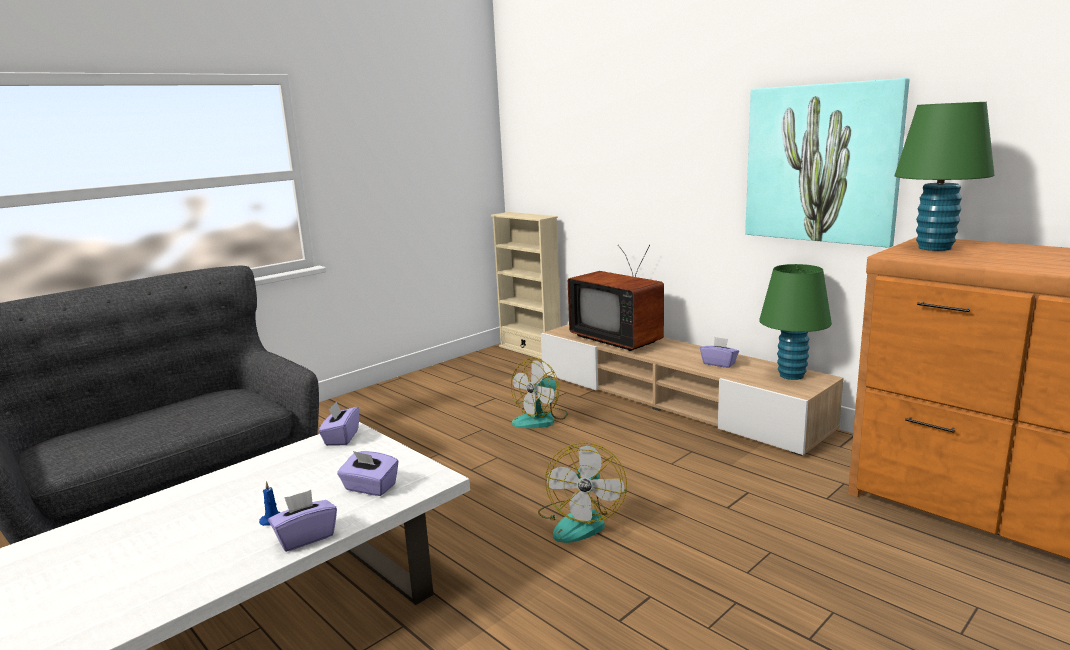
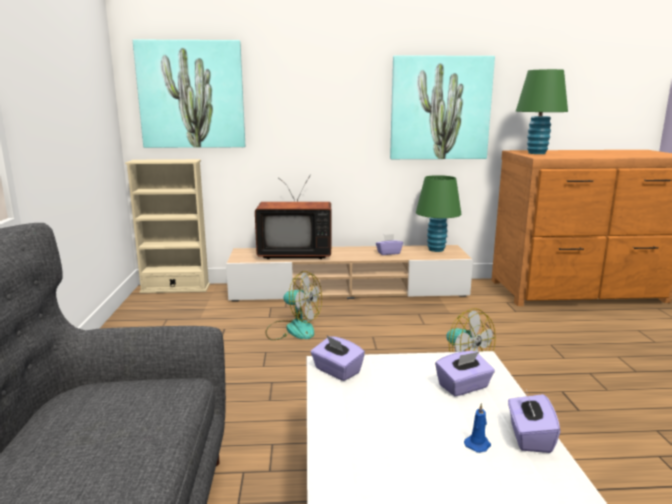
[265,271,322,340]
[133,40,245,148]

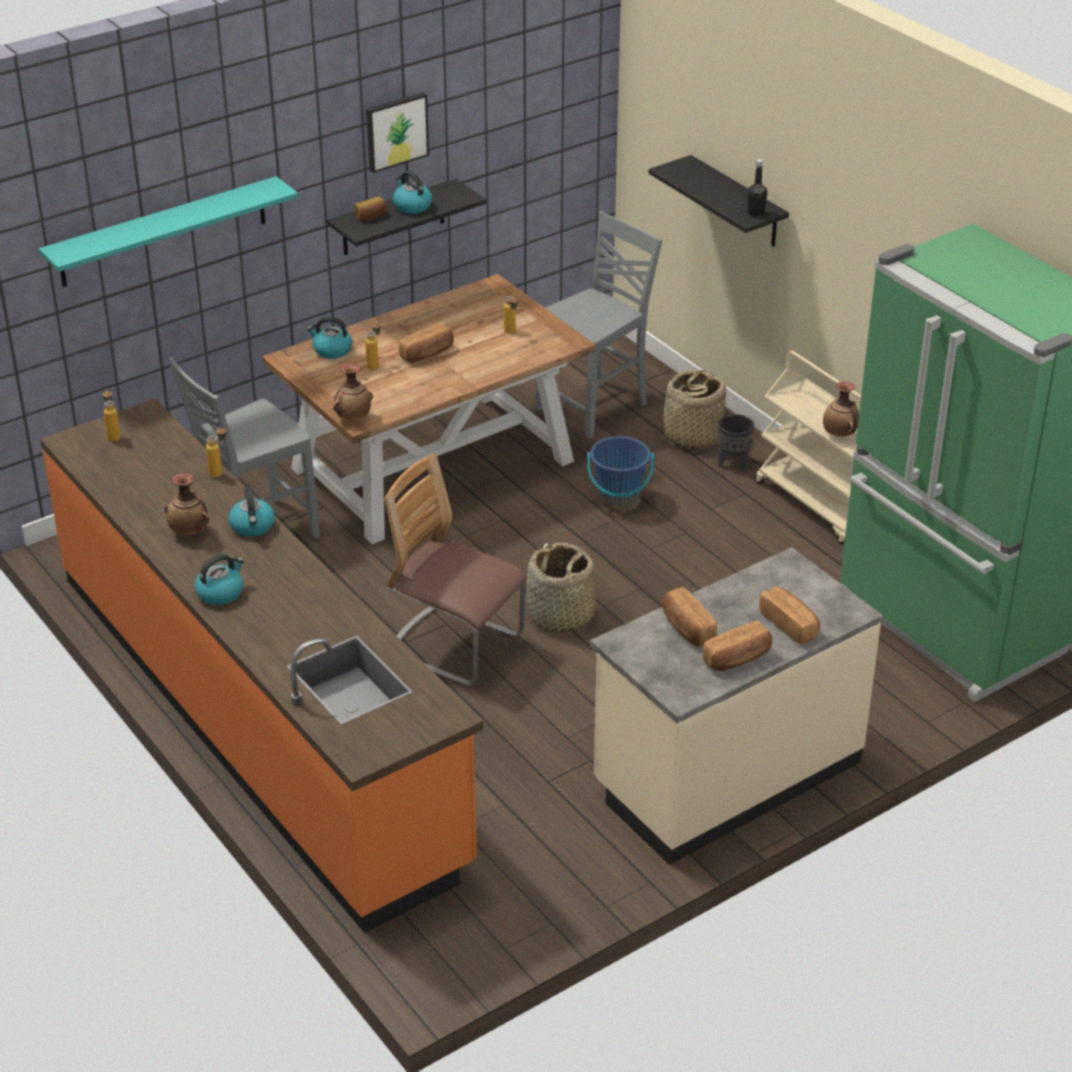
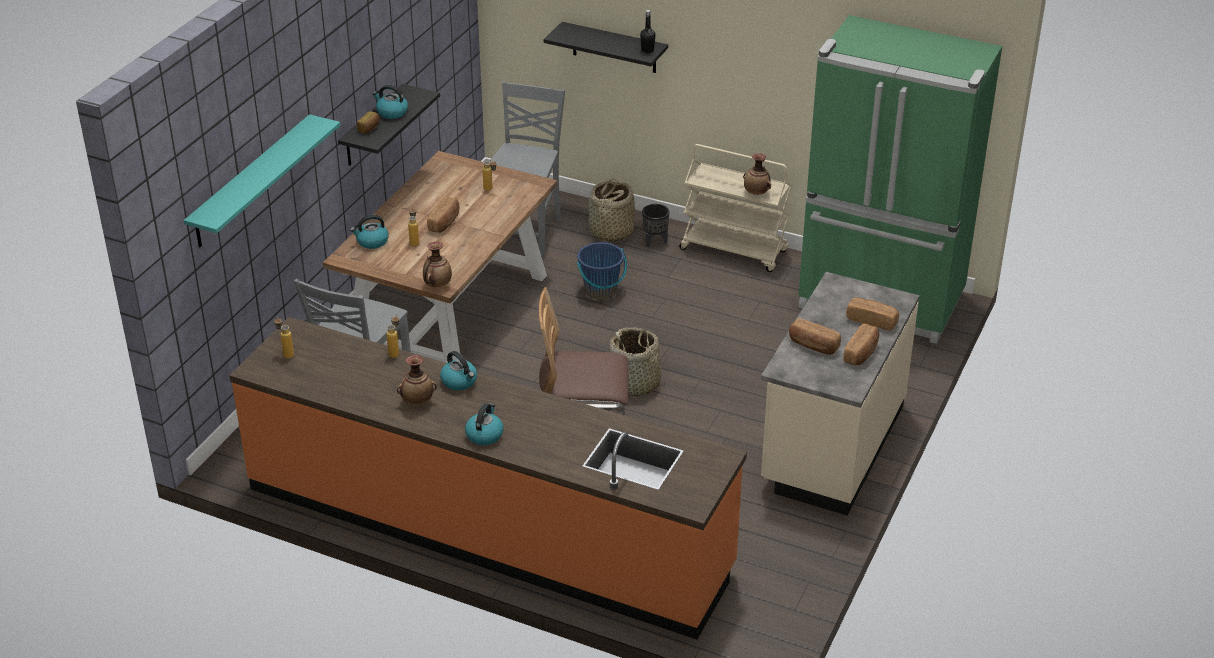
[366,92,429,173] (first image)

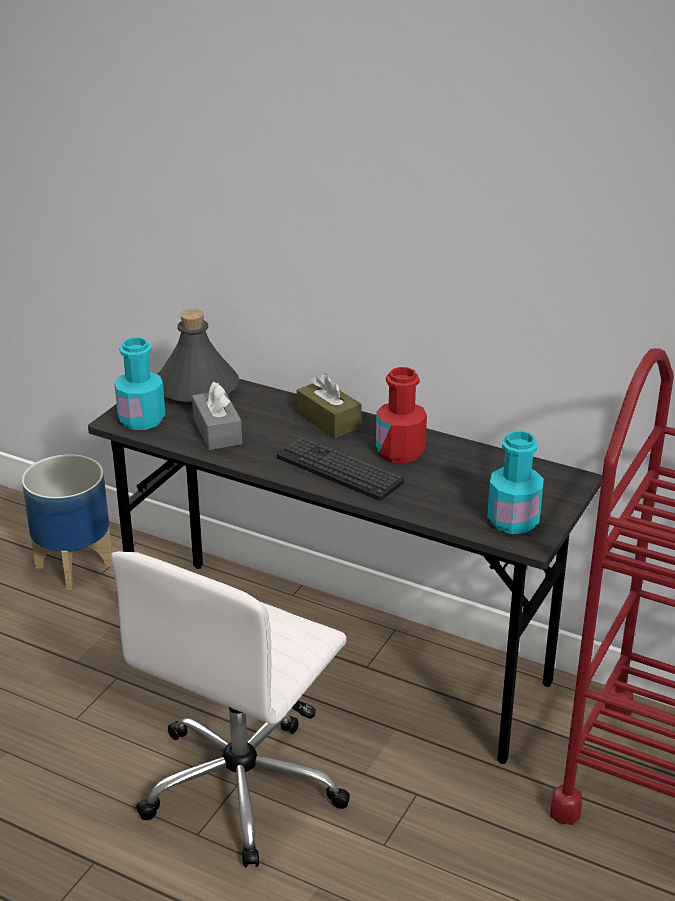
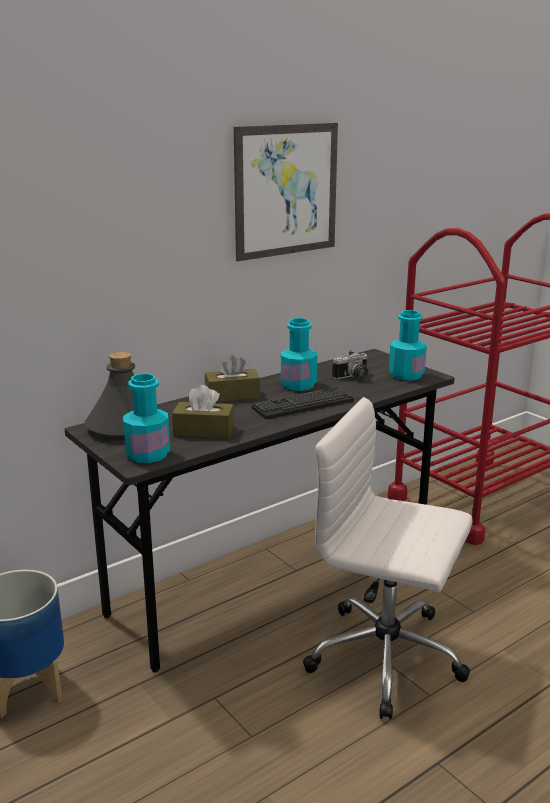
[303,397,473,719]
[172,385,234,438]
[281,318,317,391]
[234,123,338,261]
[332,350,368,379]

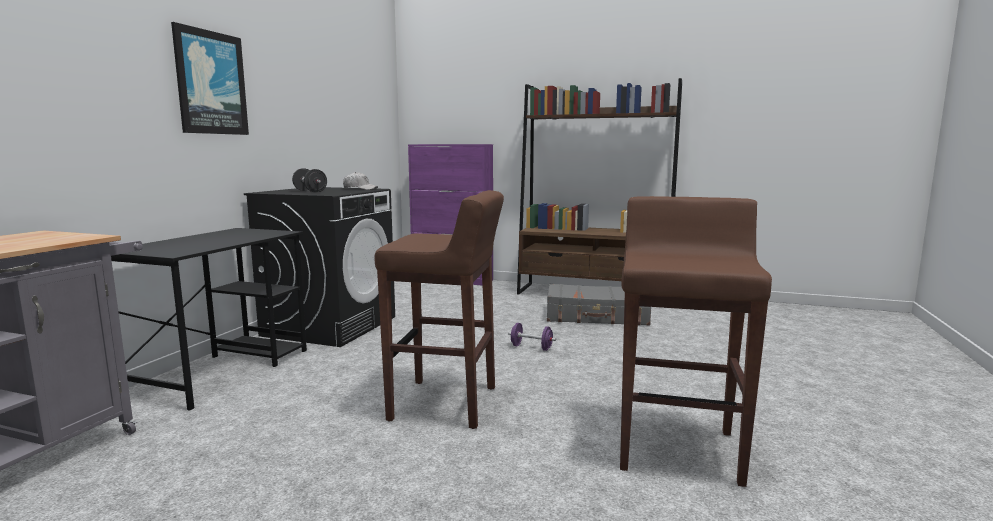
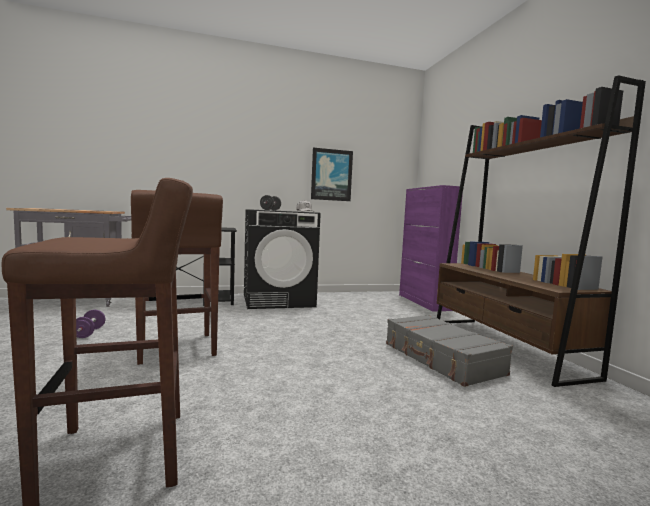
[311,148,353,201]
[76,310,105,338]

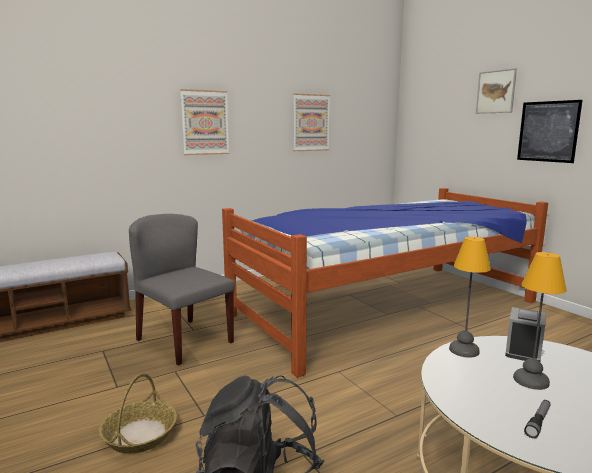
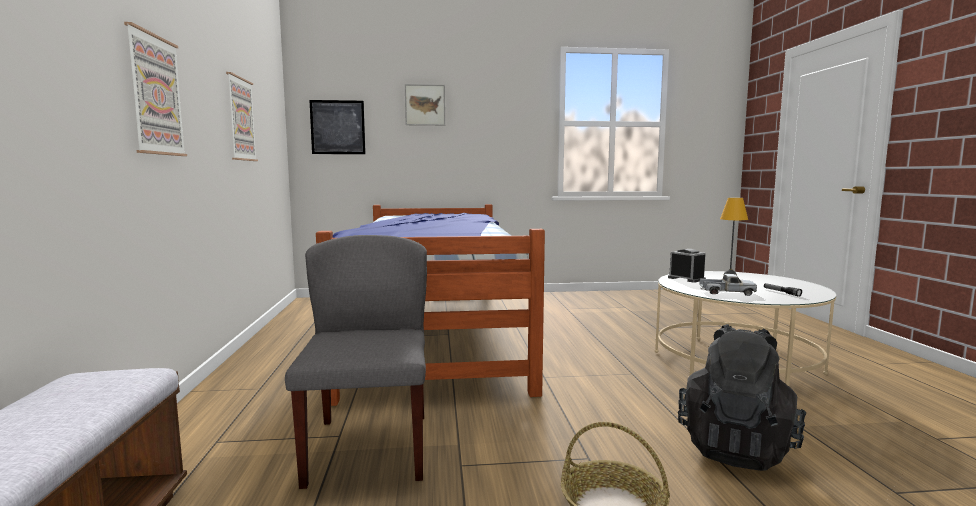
[285,235,427,489]
[449,237,491,358] (first image)
[309,100,365,154]
[699,274,757,296]

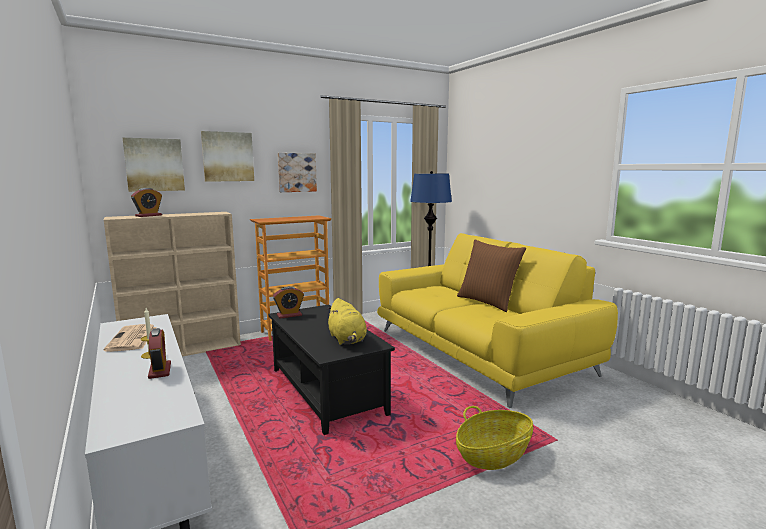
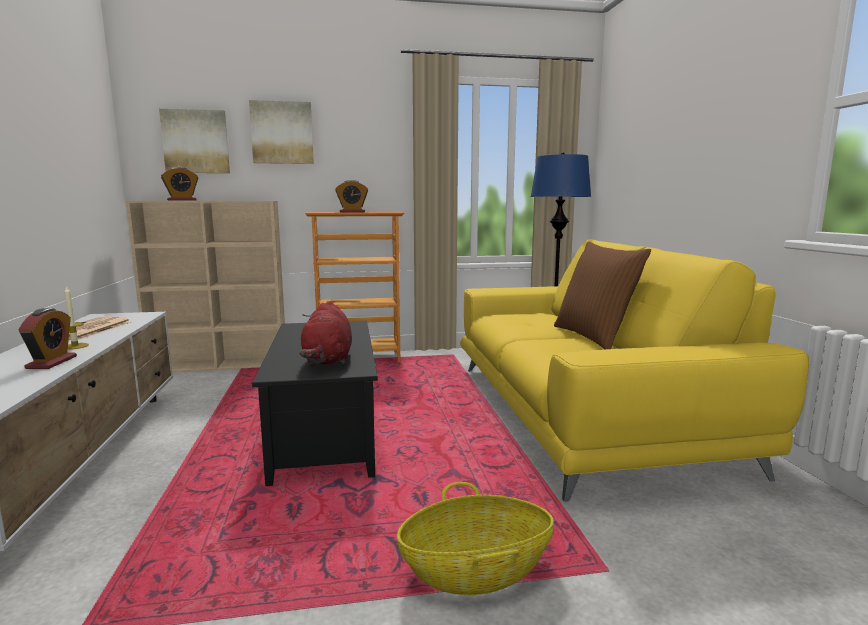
[335,180,368,212]
[278,153,317,192] (first image)
[299,301,352,364]

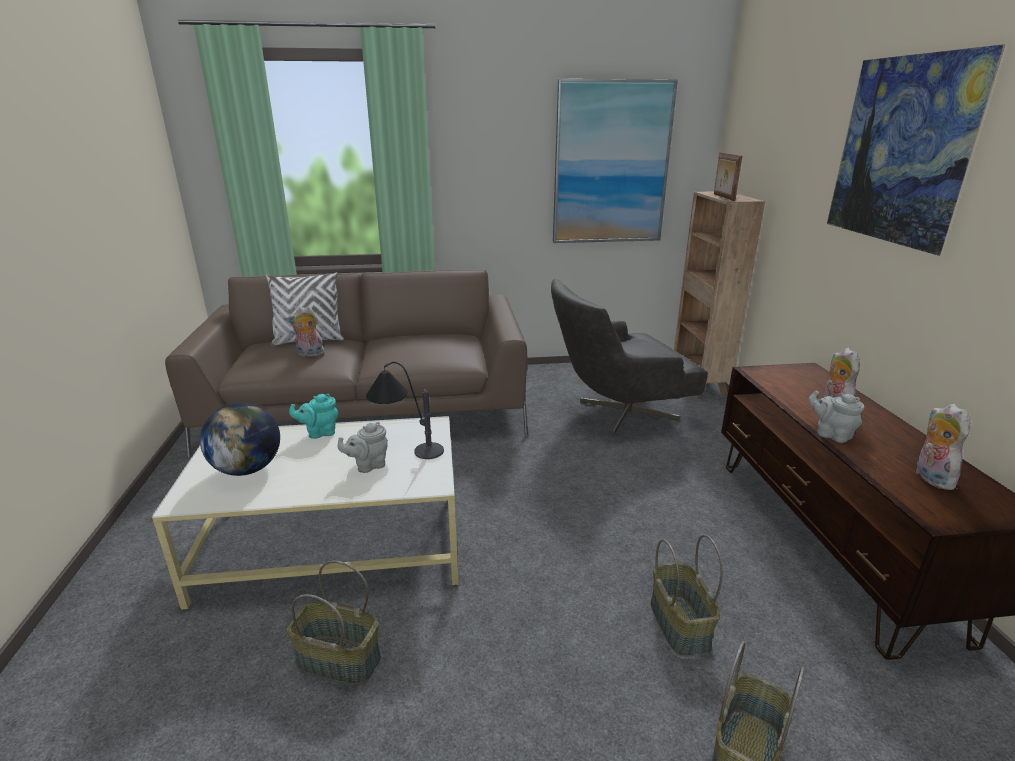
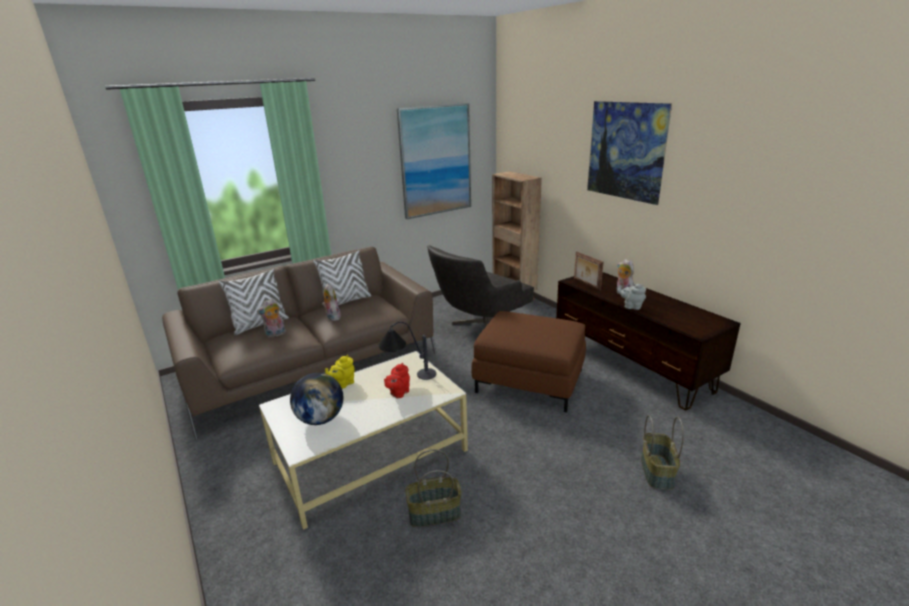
[325,355,355,389]
[384,363,410,398]
[651,535,723,657] (first image)
[574,251,603,291]
[322,284,341,321]
[313,250,371,305]
[471,311,586,412]

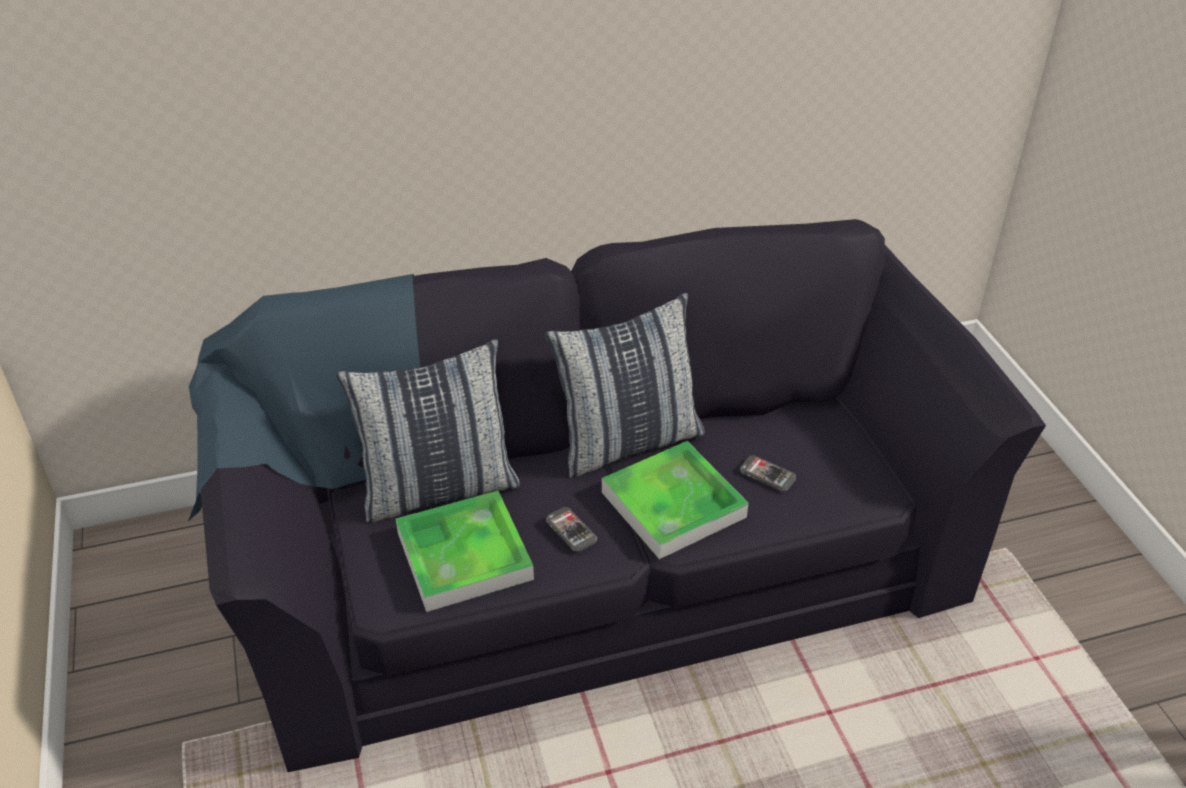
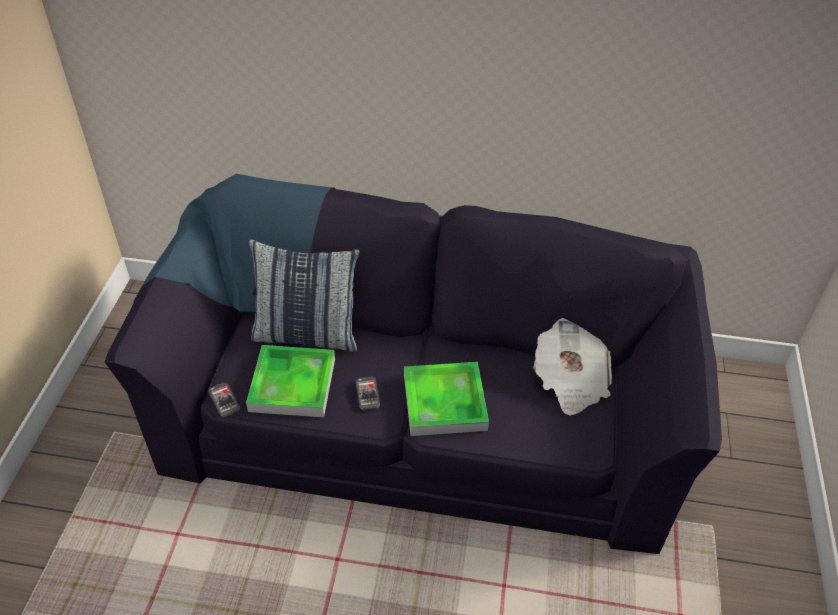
[545,293,705,478] (first image)
[208,383,240,417]
[533,318,612,416]

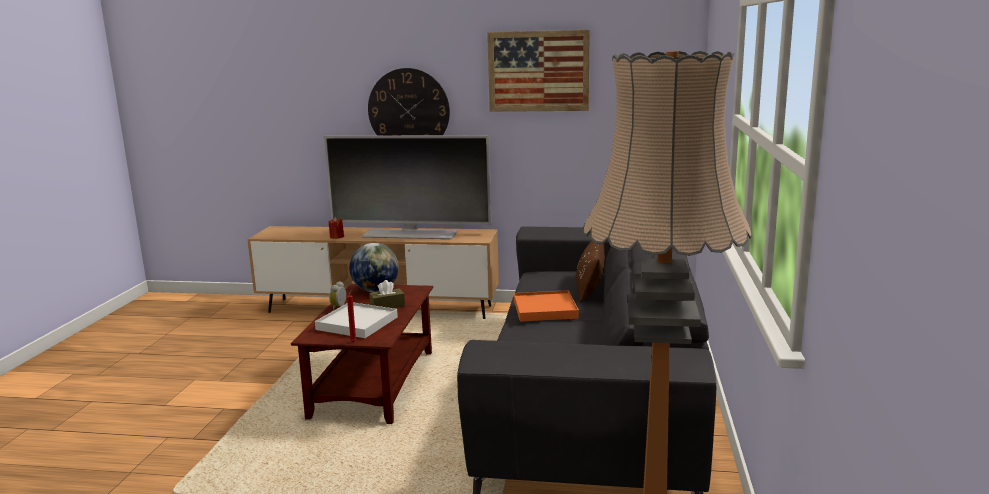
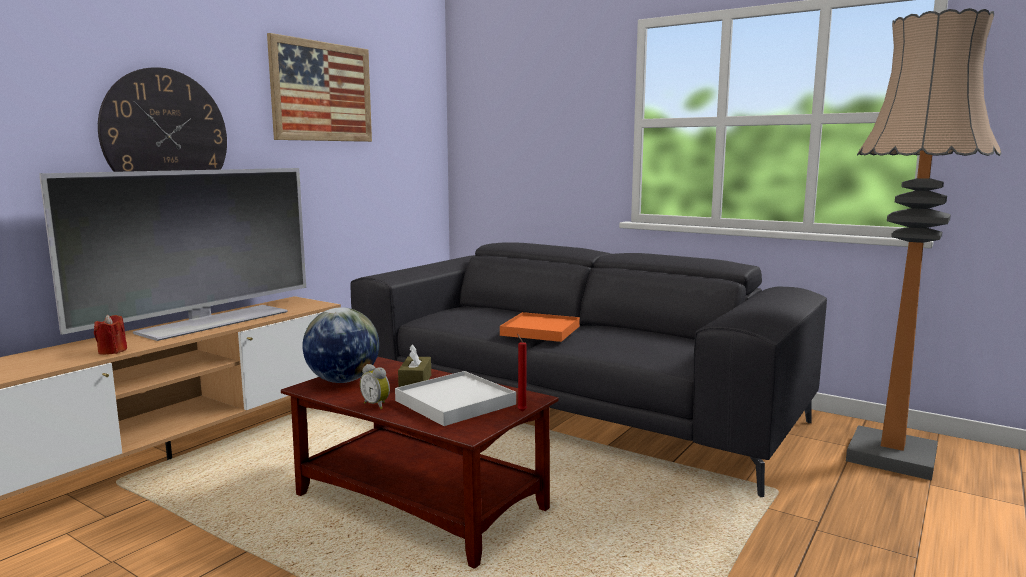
[576,241,605,303] (first image)

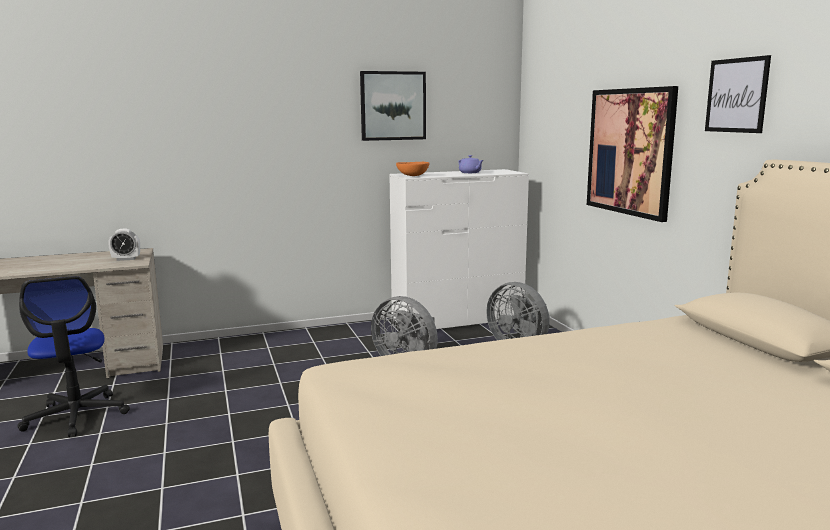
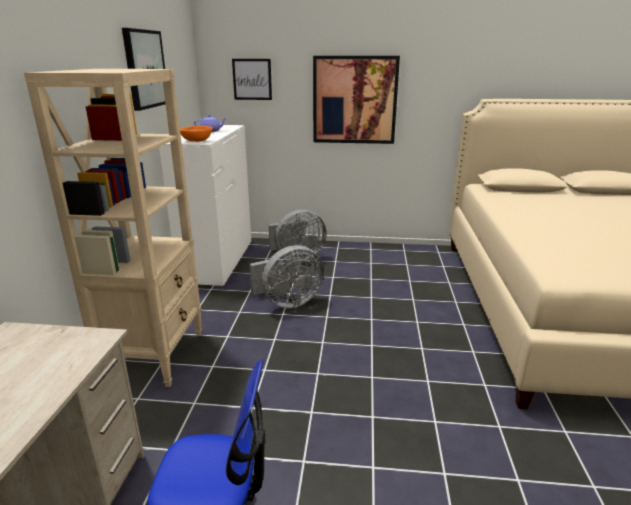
[108,229,140,261] (first image)
[232,59,272,100]
[24,69,202,387]

